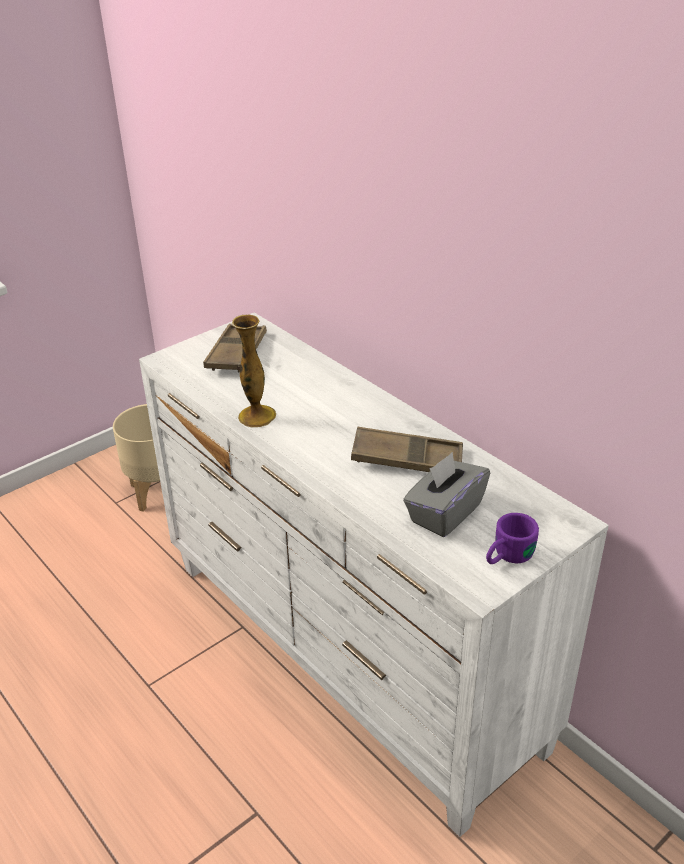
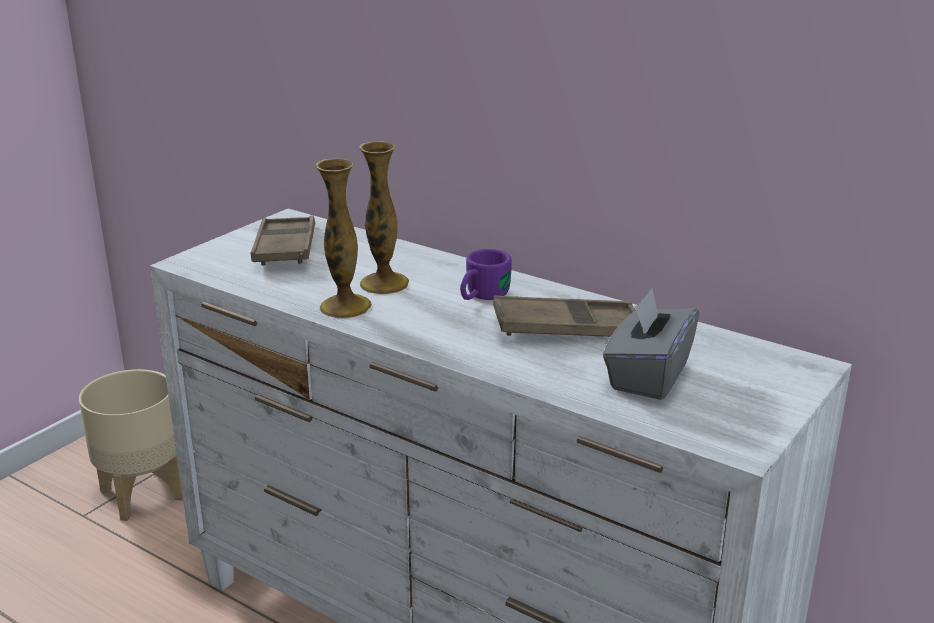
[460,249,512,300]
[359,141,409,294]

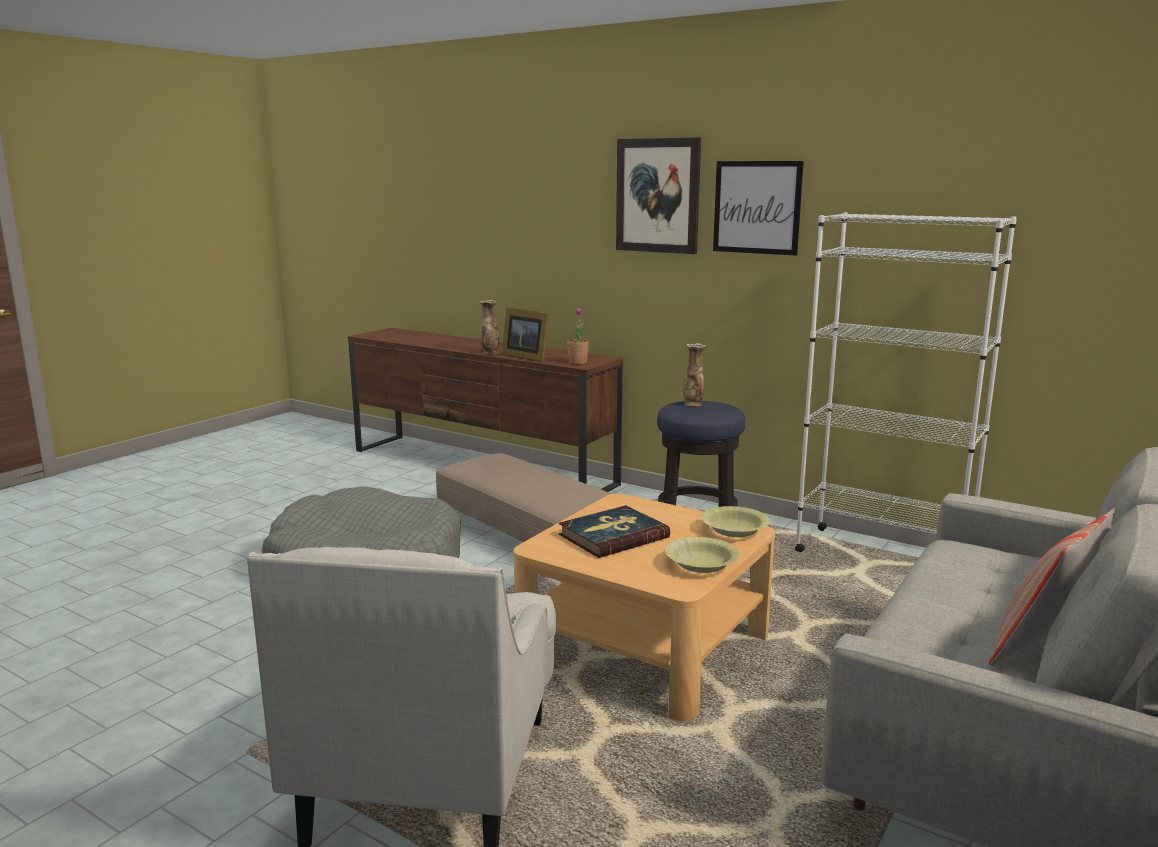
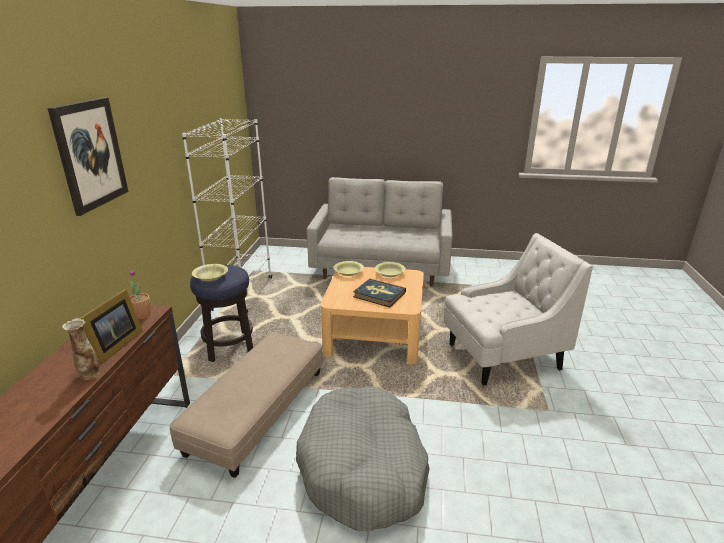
[192,264,228,281]
[713,161,804,256] (first image)
[989,508,1116,666] (first image)

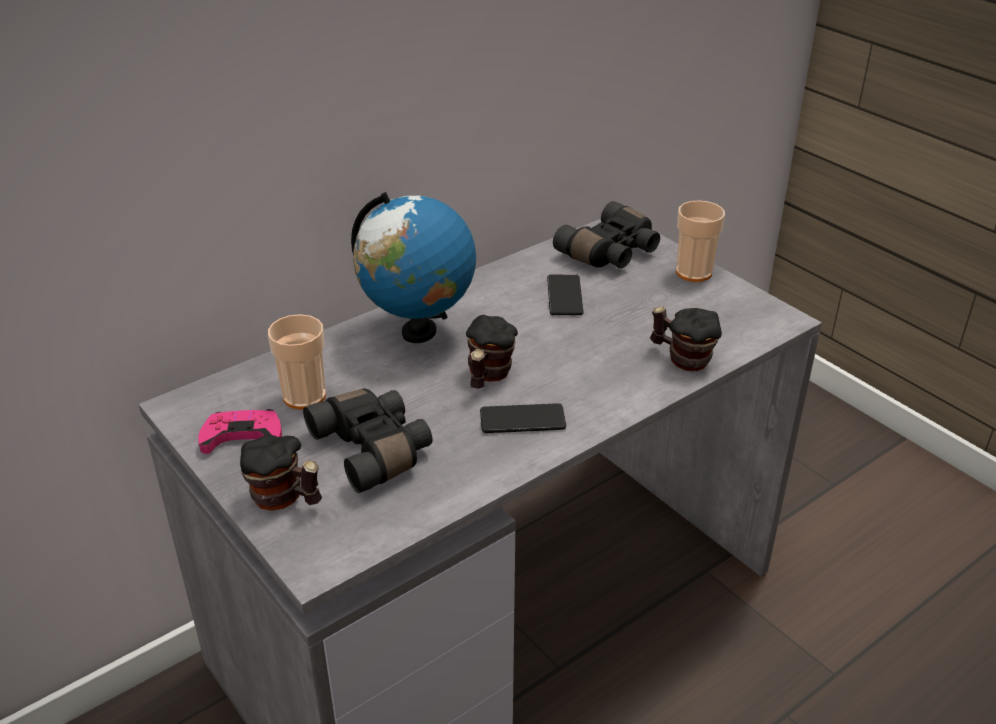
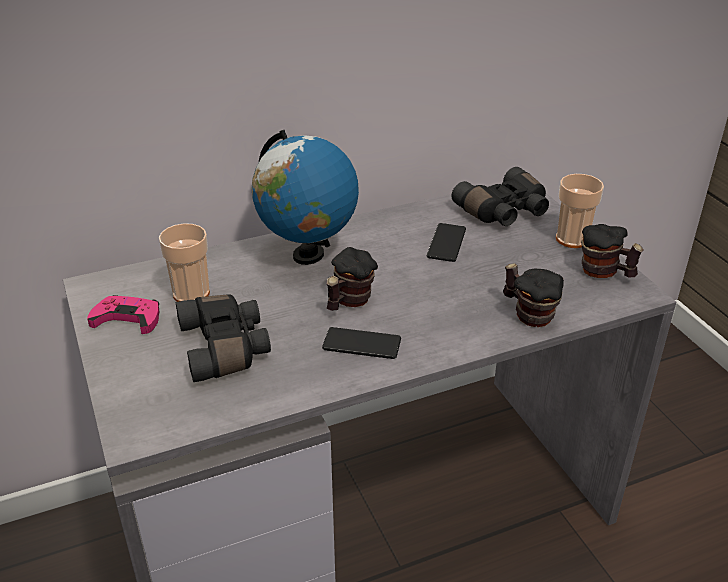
[581,224,644,278]

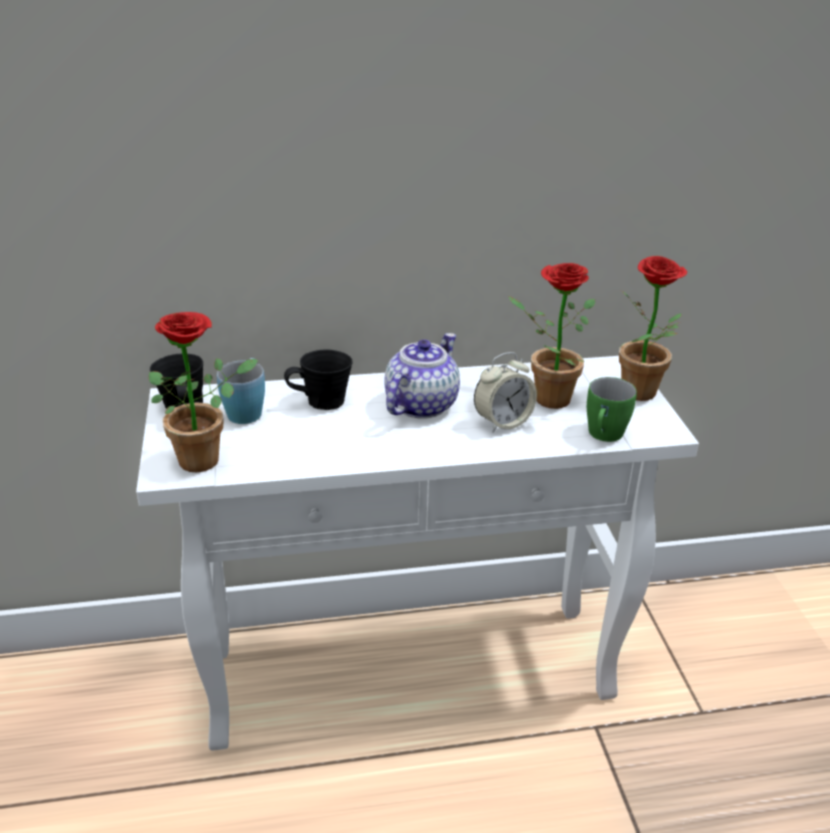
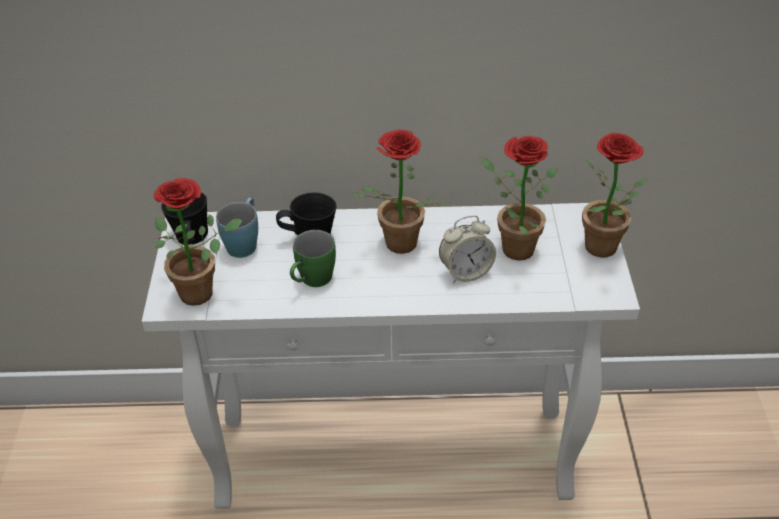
[352,130,449,254]
[290,230,336,287]

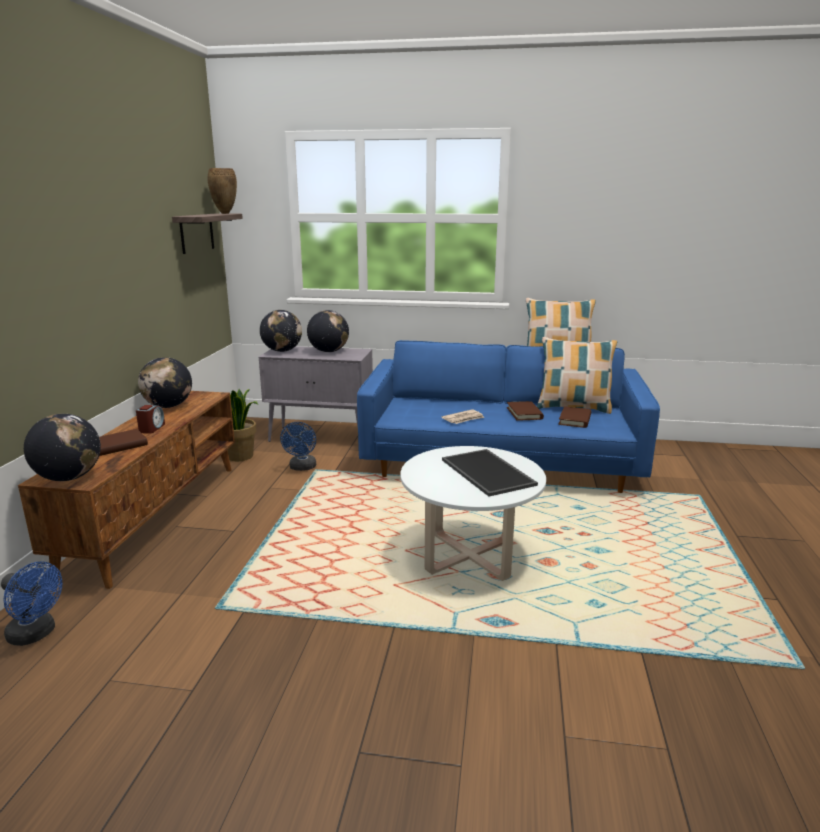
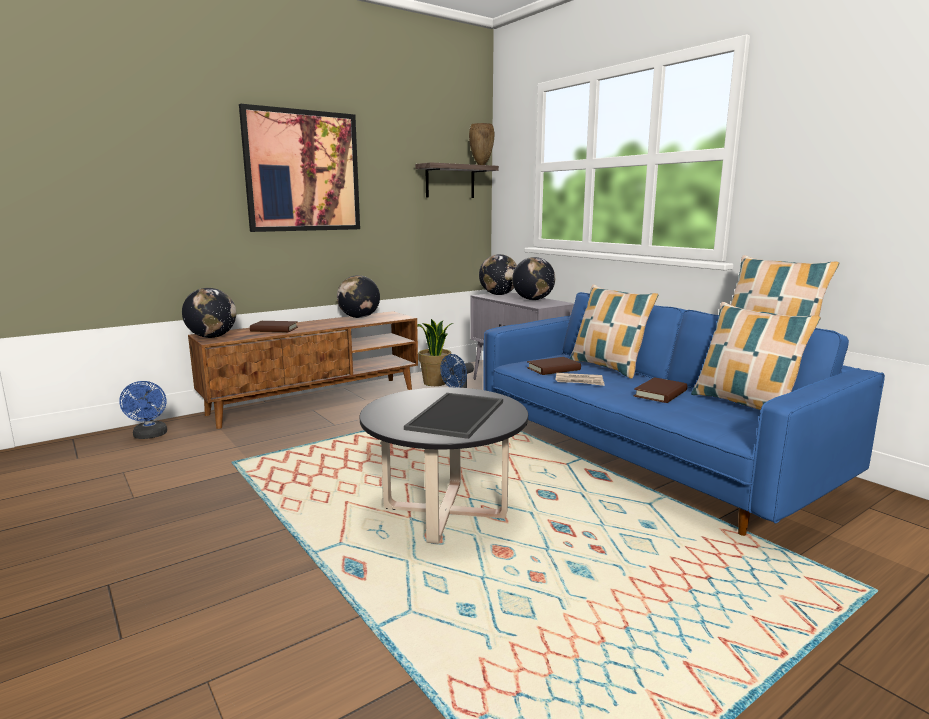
[136,405,165,434] (first image)
[360,387,528,544]
[527,357,581,375]
[239,104,360,232]
[570,285,659,379]

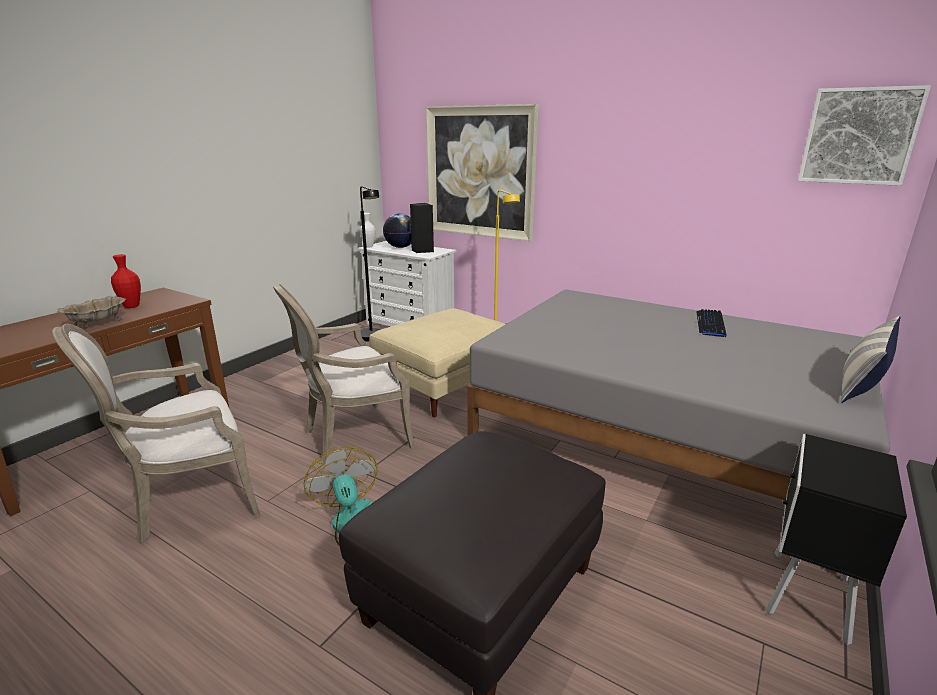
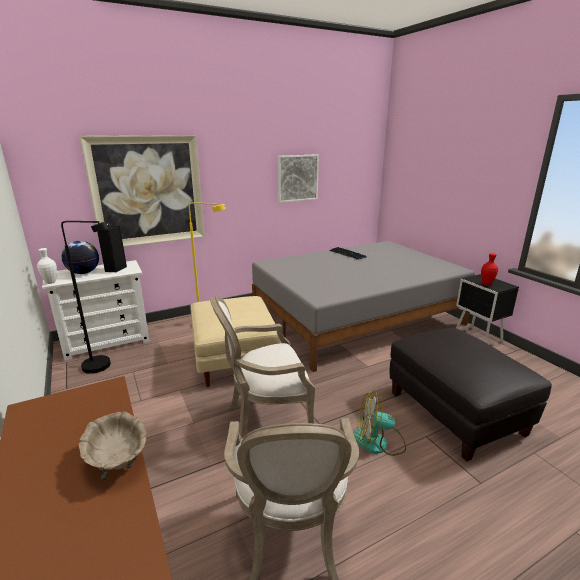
[481,253,498,286]
[210,296,315,439]
[278,154,319,203]
[841,316,900,403] (first image)

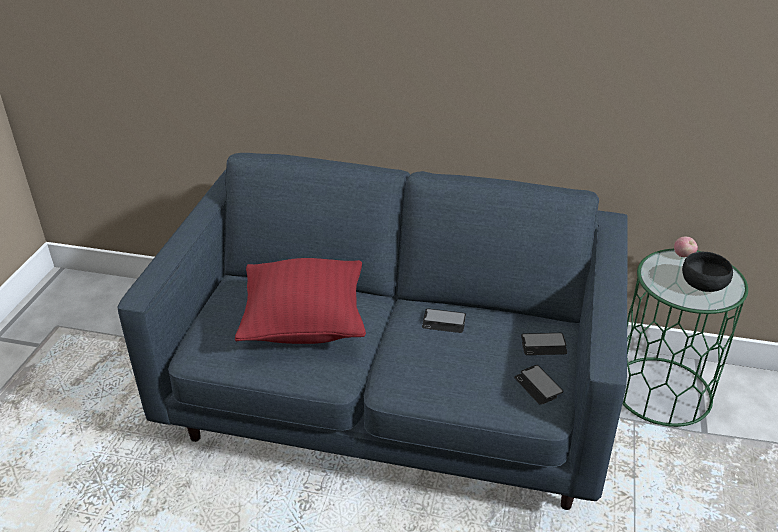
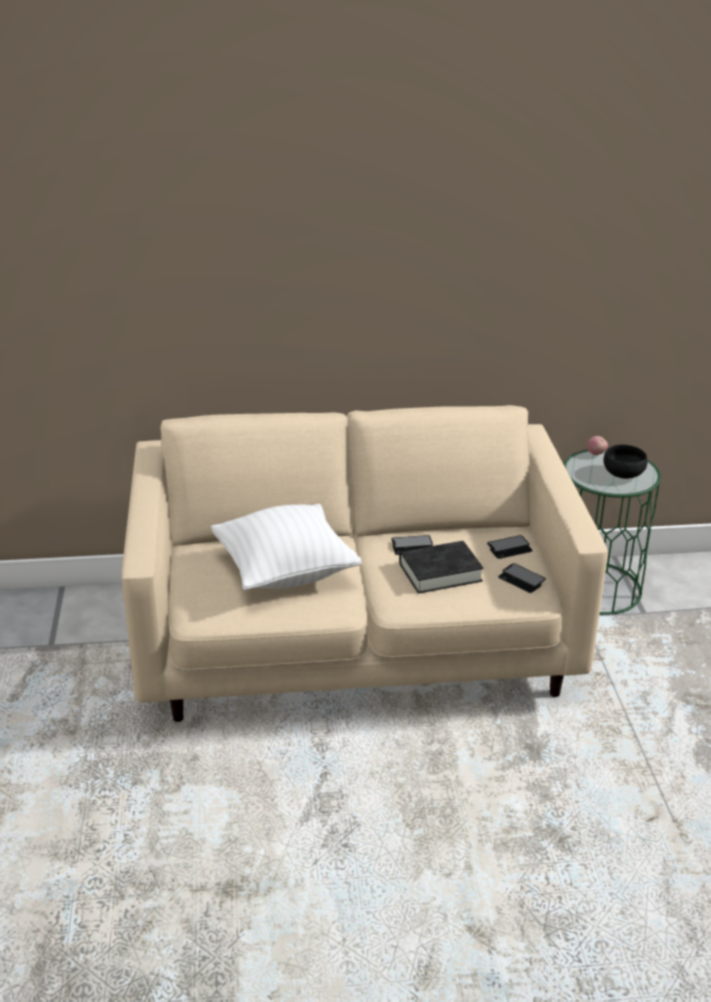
[122,405,608,722]
[211,504,361,590]
[399,541,484,594]

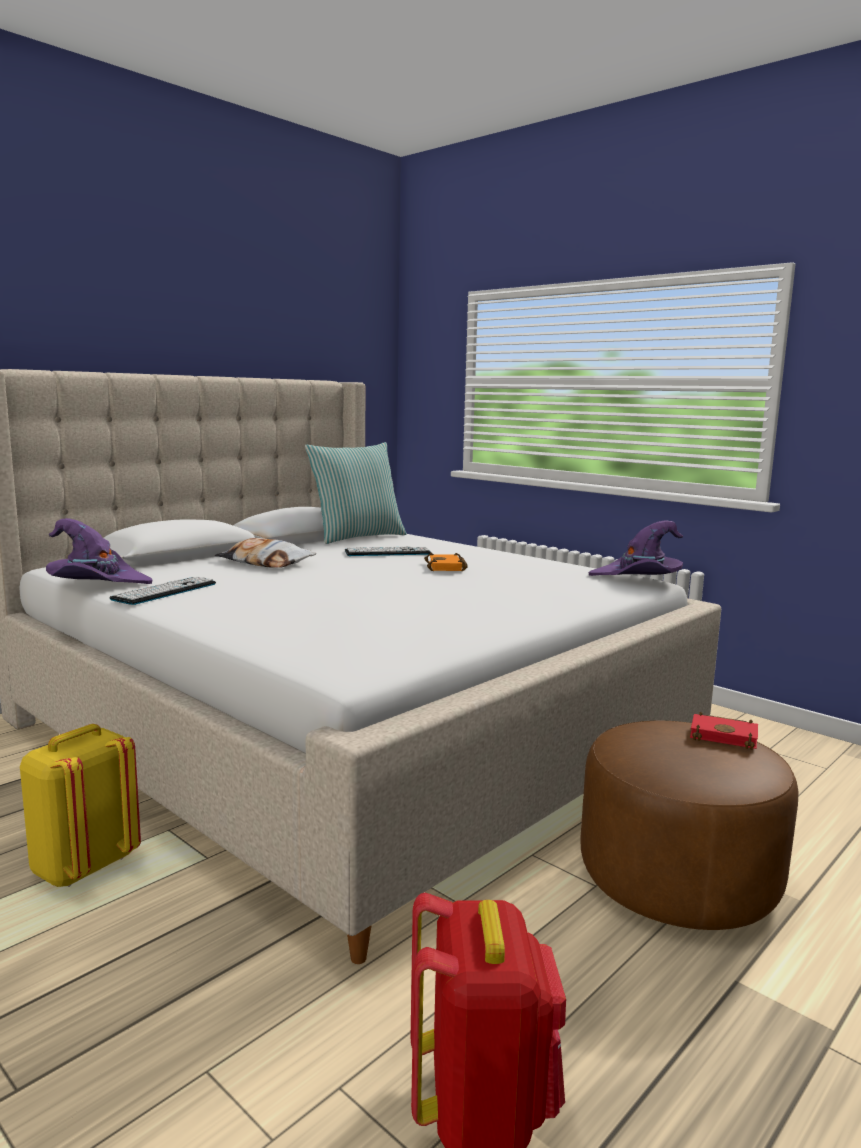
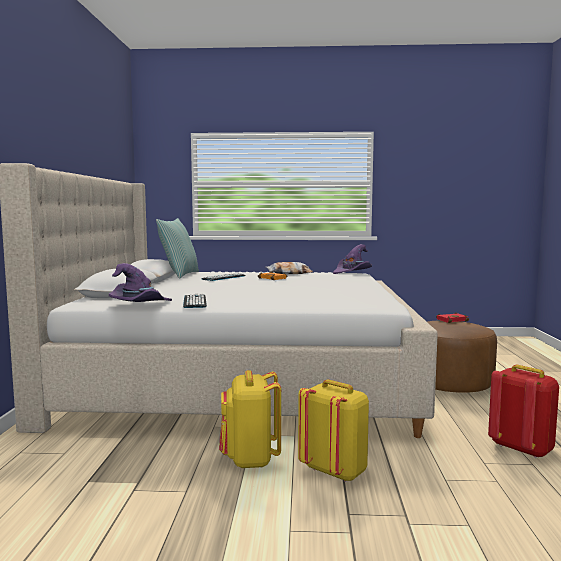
[266,262,313,275]
[298,379,369,482]

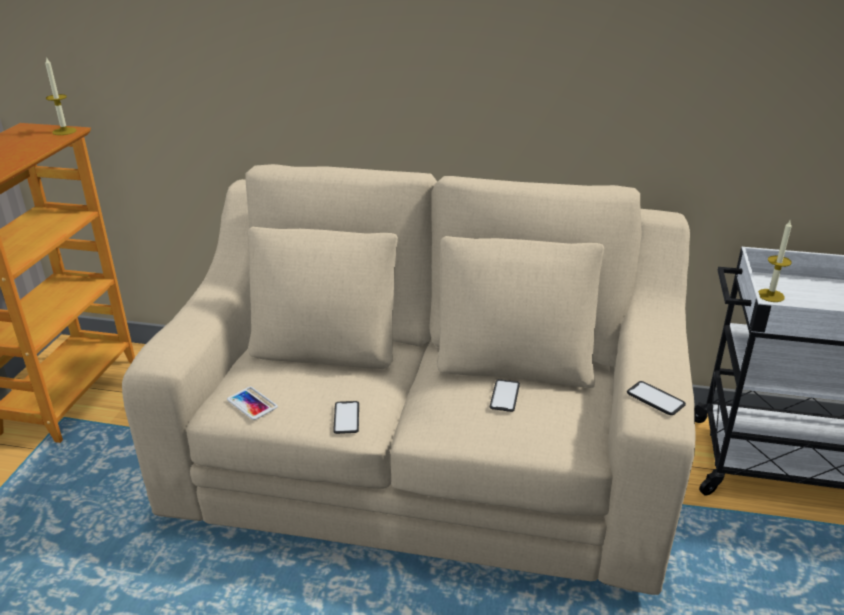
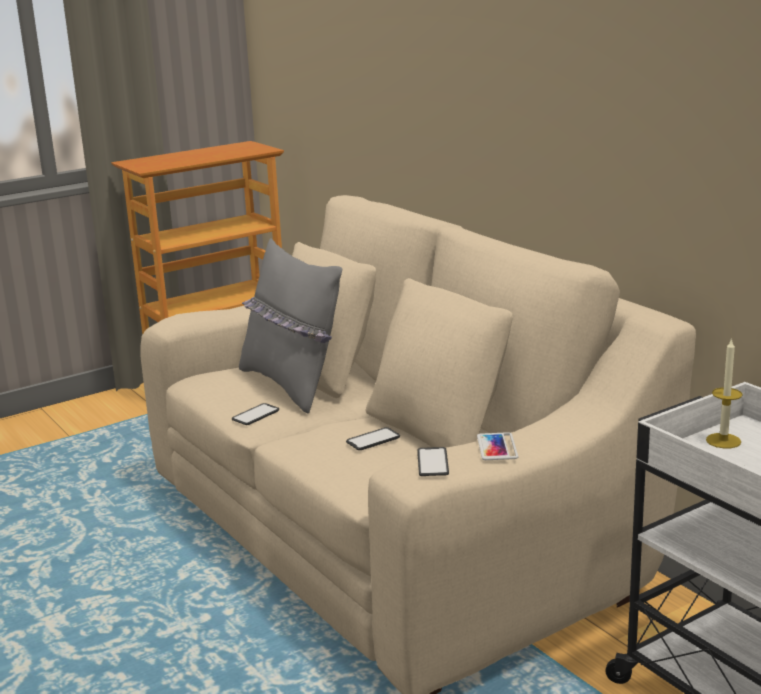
[45,57,76,135] (first image)
[477,432,518,460]
[239,238,342,414]

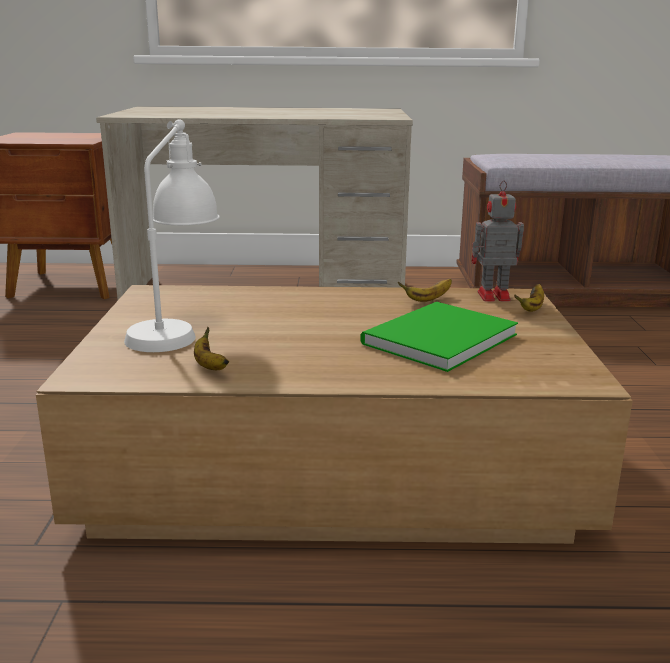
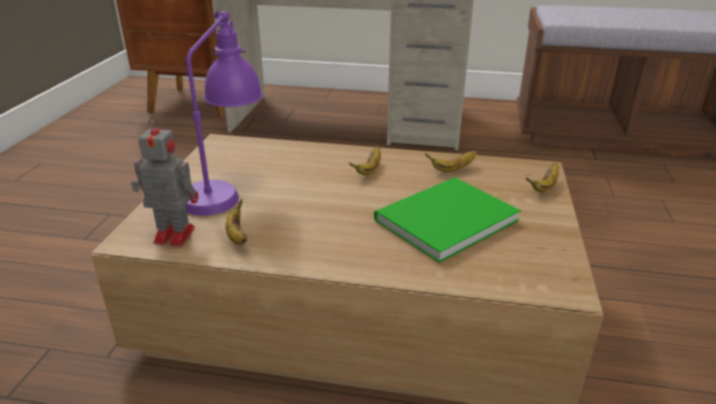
[186,11,263,216]
[131,117,198,246]
[349,146,381,175]

